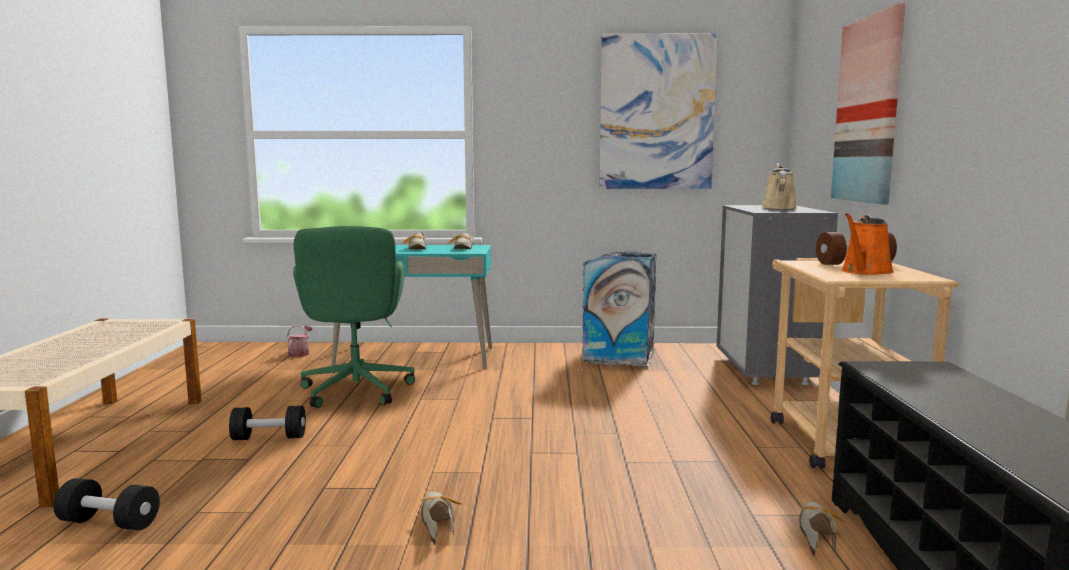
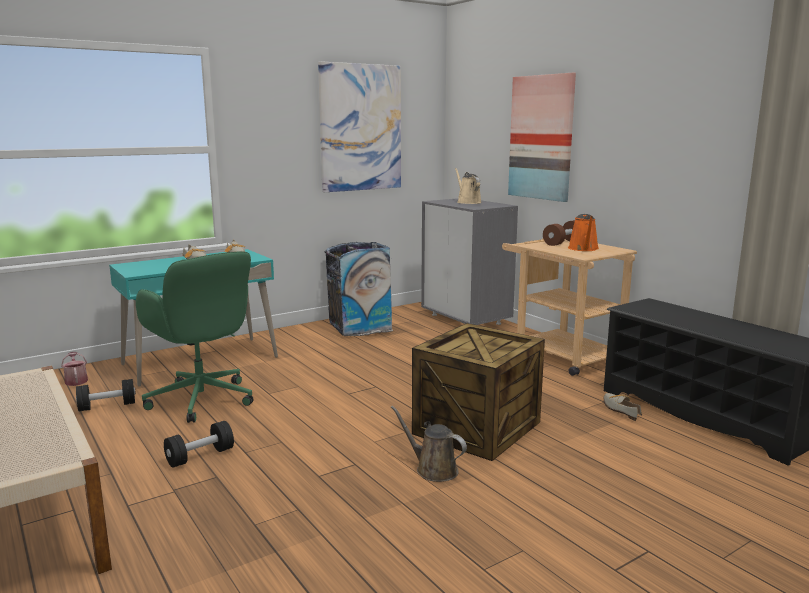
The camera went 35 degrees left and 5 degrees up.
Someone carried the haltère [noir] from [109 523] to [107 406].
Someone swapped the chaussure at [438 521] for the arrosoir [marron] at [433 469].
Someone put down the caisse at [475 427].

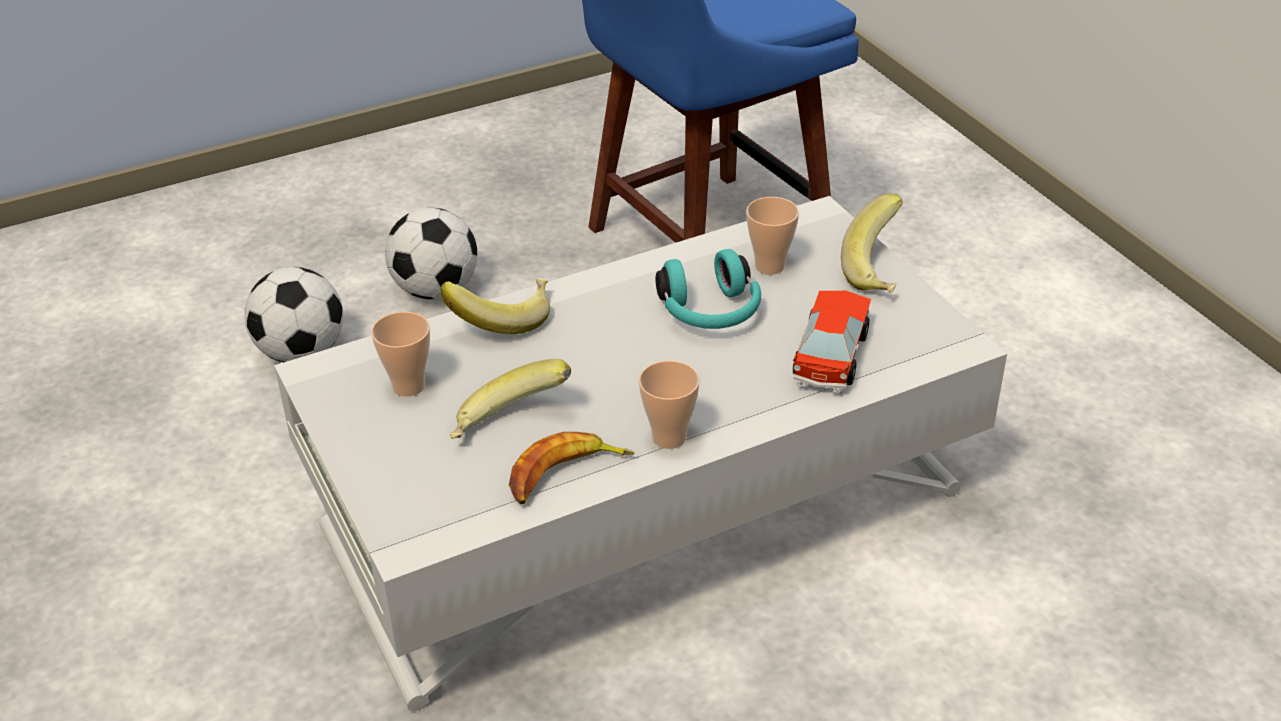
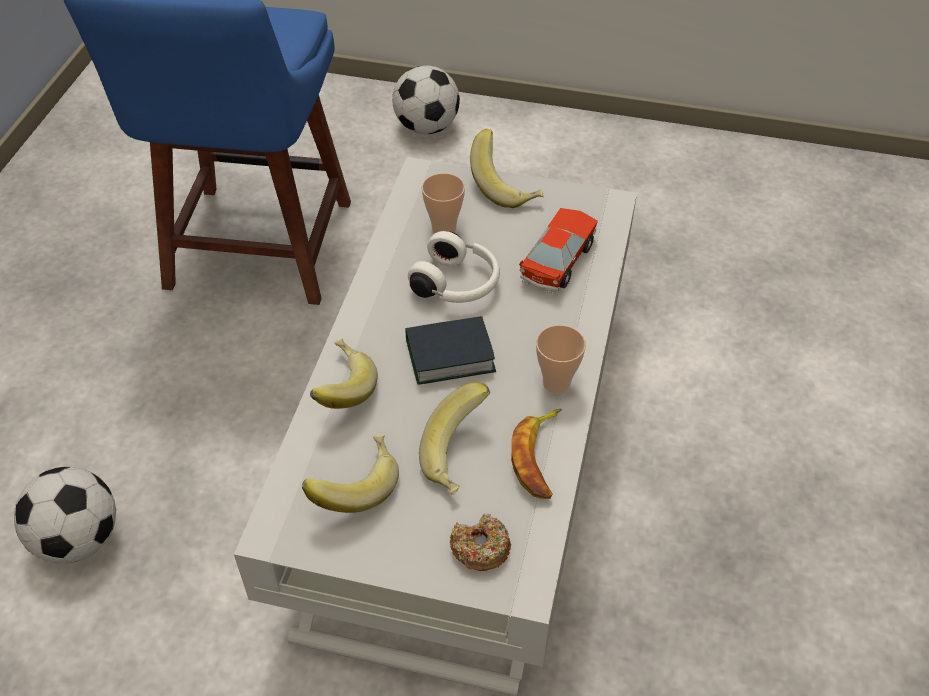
The camera went 50 degrees left and 10 degrees up.
Someone swapped the tasse at [408 386] for the banane at [354 486].
Someone carried the ballon de foot from [435 290] to [427 127].
Someone put down the livre at [449 356].
Someone repainted the casque audio [turquoise] at [710 312], which became the casque audio [blanc] at [457 284].
Someone put down the beignet at [480 548].
Someone rotated the petite voiture at [831 353] by 60 degrees clockwise.

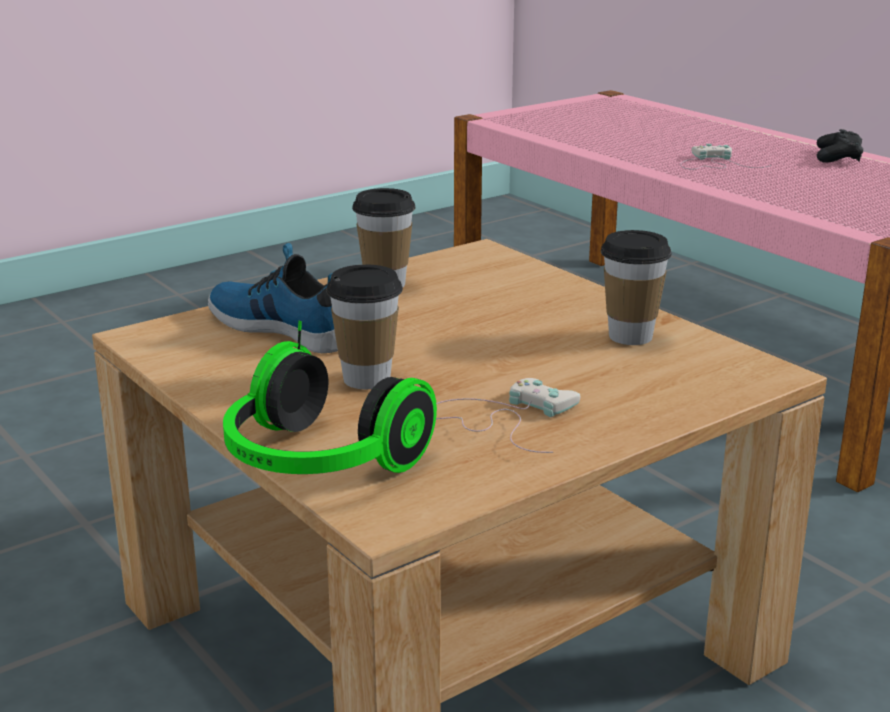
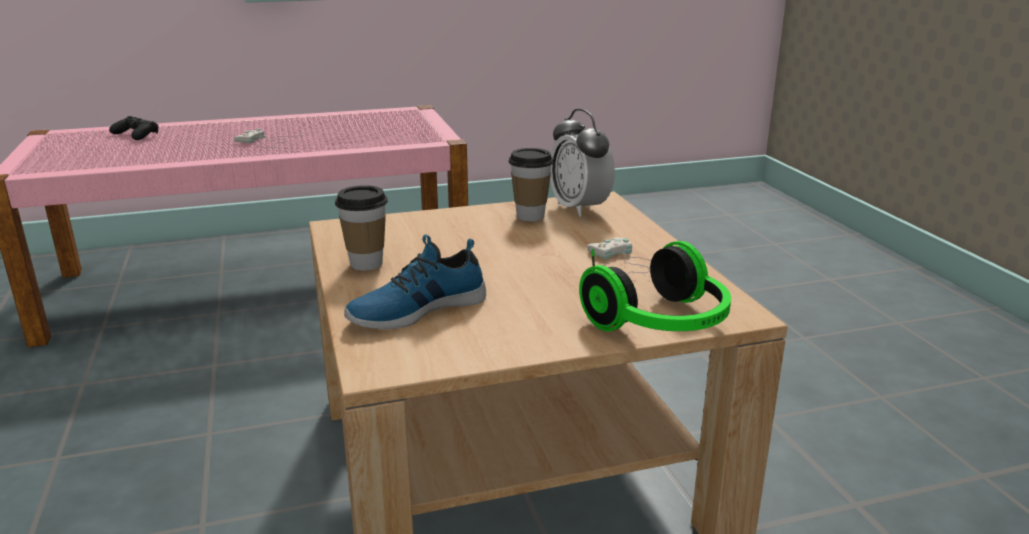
The camera went 70 degrees left and 0 degrees up.
Someone carried the manette [noir] from [838 156] to [136 135].
Someone put down the réveil at [579 208].
Someone took away the tasse at [367 379].

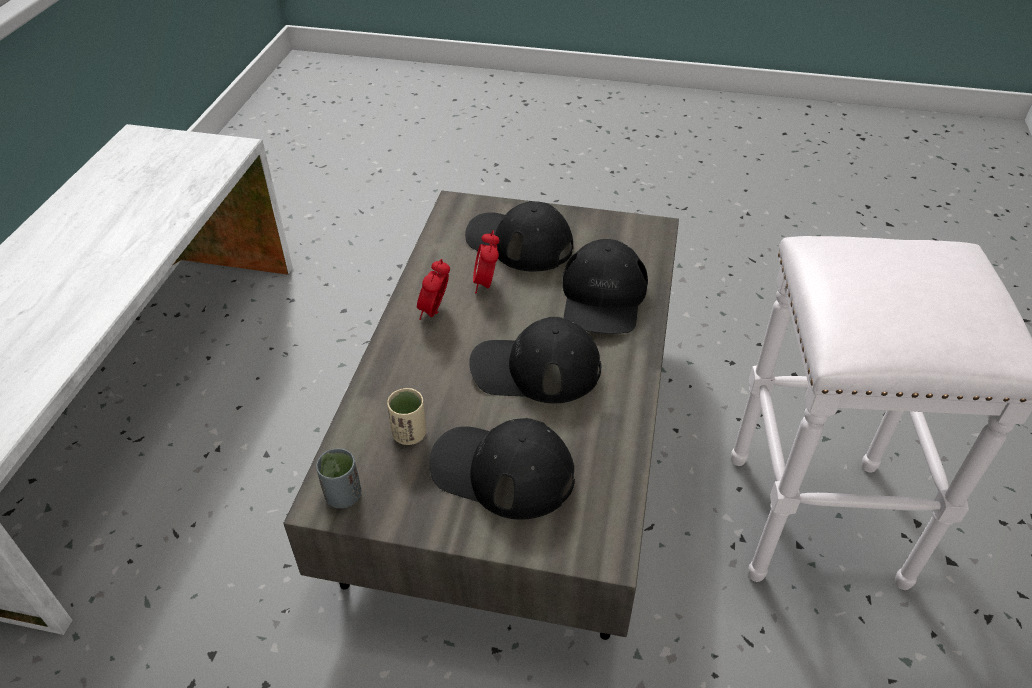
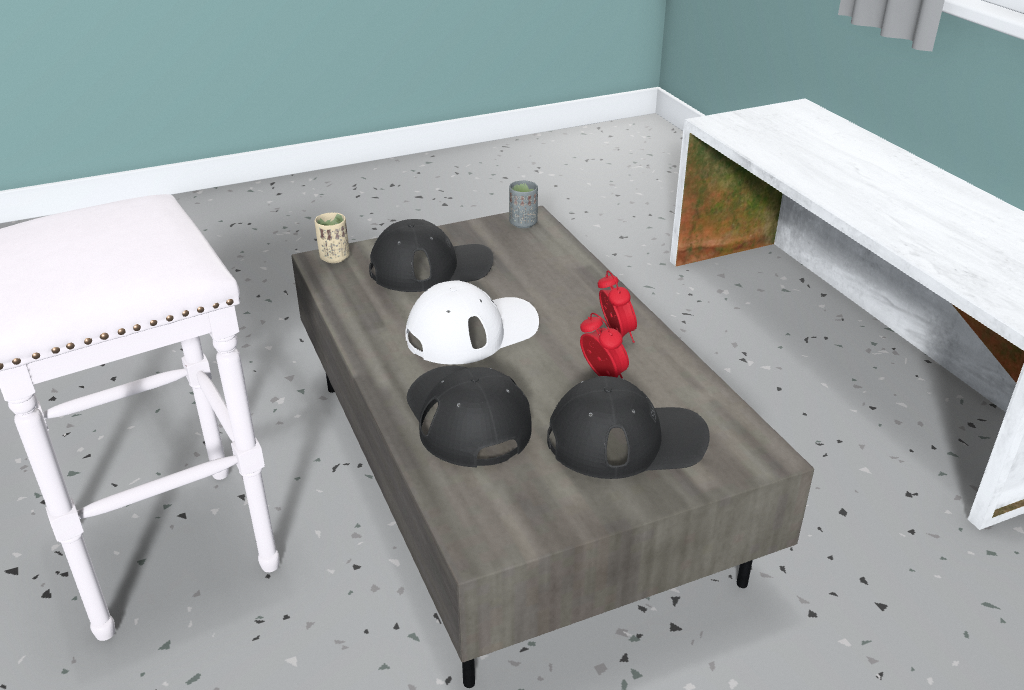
The camera went 145 degrees right and 10 degrees down.
Someone carried the tasse [beige] from [409 434] to [334 257].
Someone repainted the casquette [noir] at [535 369], which became the casquette [blanc] at [472 331].

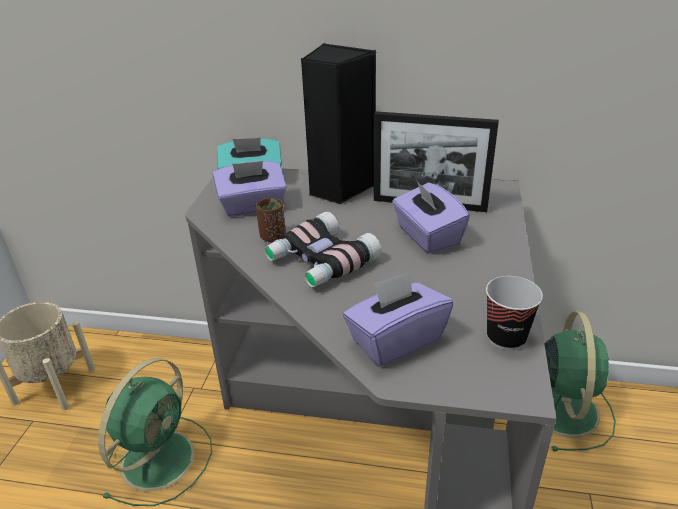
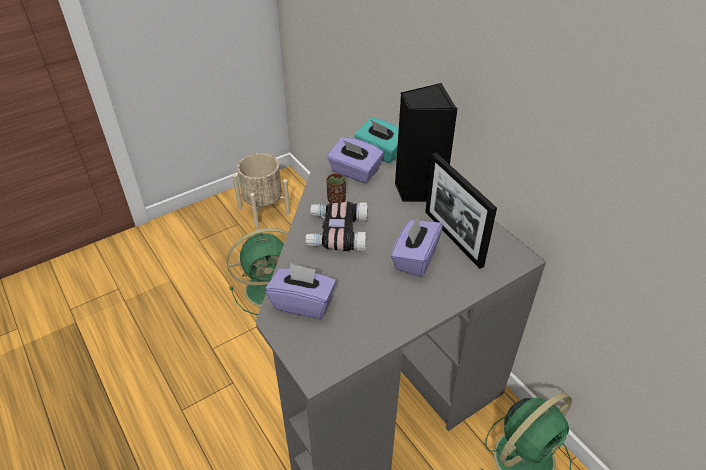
The camera went 45 degrees right and 10 degrees up.
Someone took away the tasse at [506 338].

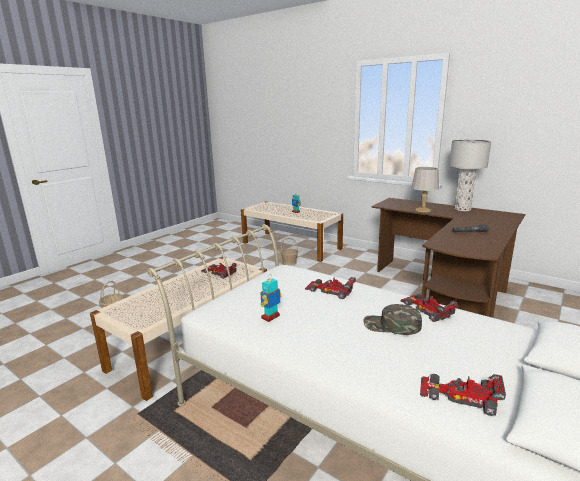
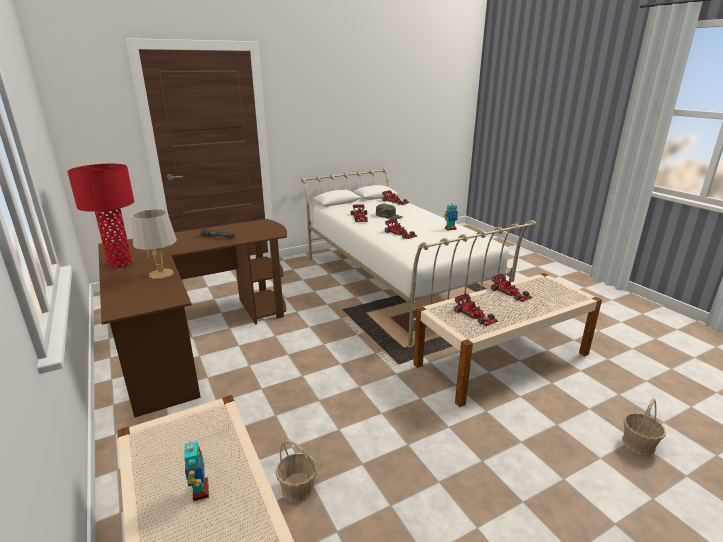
The camera went 155 degrees left and 5 degrees up.
Someone repainted the lampe de table [blanc] at [463 209], which became the lampe de table [rouge] at [119 264].
Someone put down the petite voiture at [510 292].

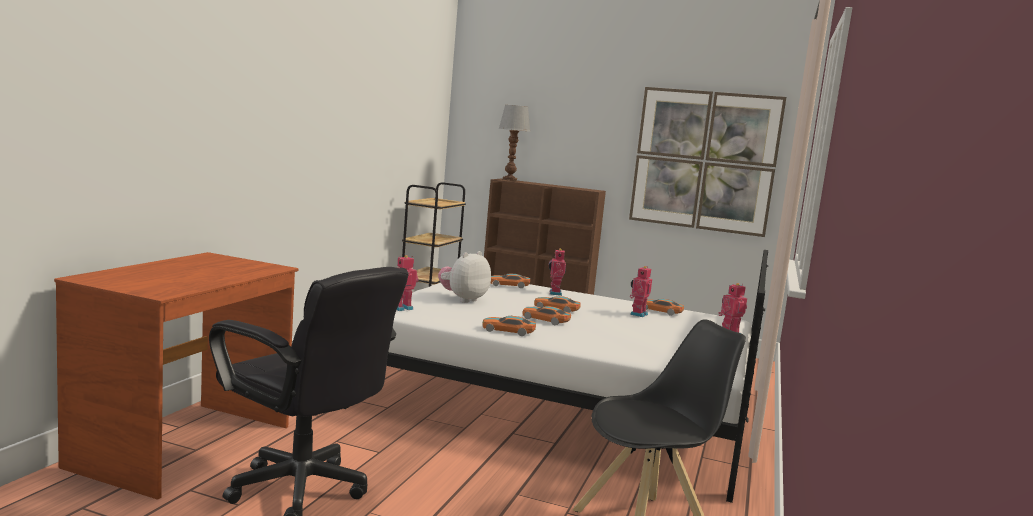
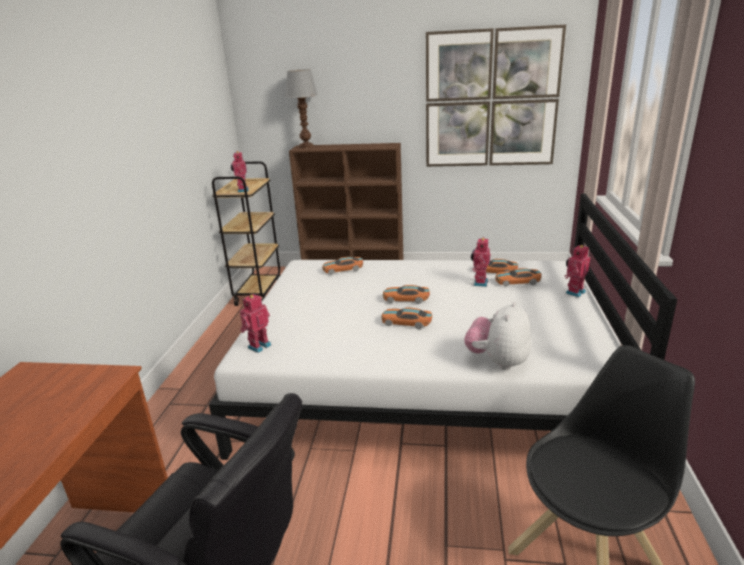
The camera went 10 degrees left and 15 degrees up.
Someone carried the robot jouet from [554 293] to [242 190].
Someone carried the peluche from [463 299] to [498 361].
Someone carried the petite voiture from [508 331] to [517 282].

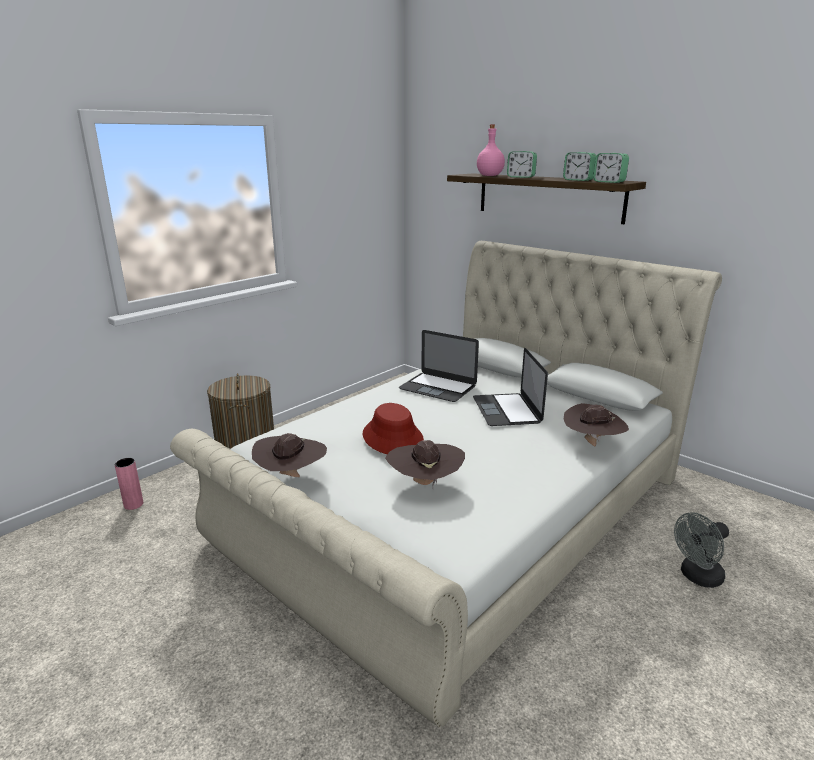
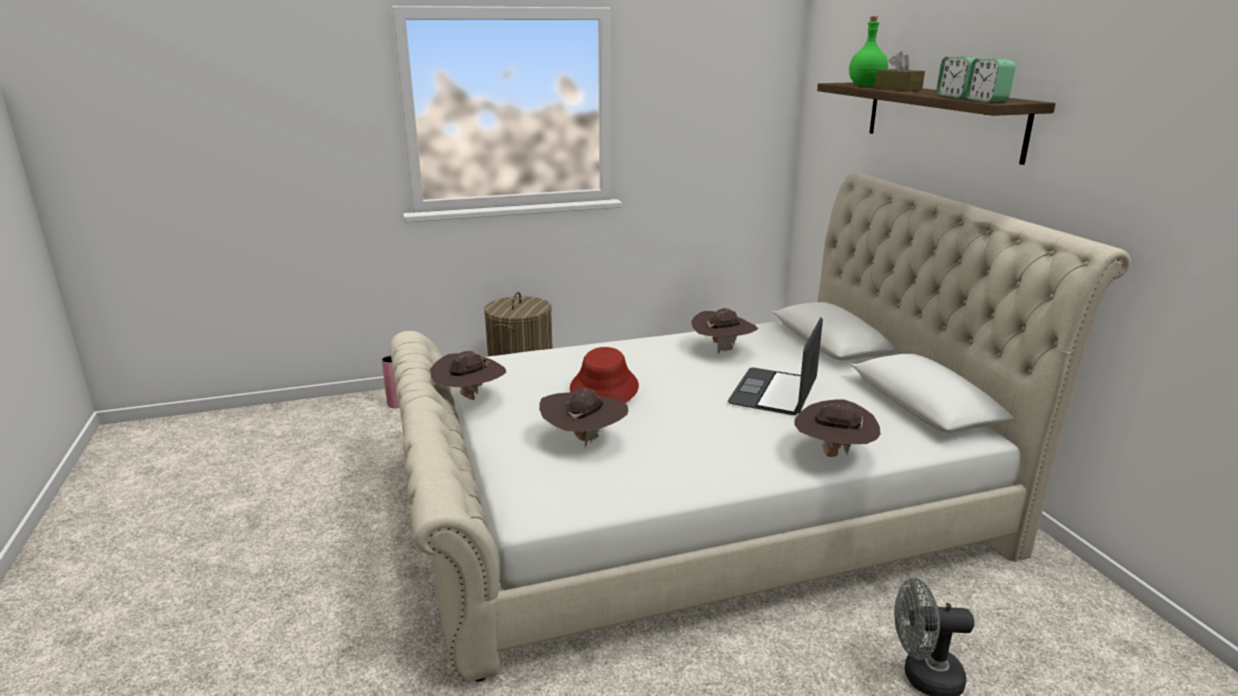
The camera went 30 degrees right and 0 degrees up.
Someone swapped the ordinateur portable at [438 387] for the chapeau [marron] at [723 350].
Someone repainted the bouteille [rose] at [489 175], which became the bouteille [vert] at [865 86].
Someone swapped the réveil at [521 177] for the boîte à mouchoirs [marron] at [898 89].

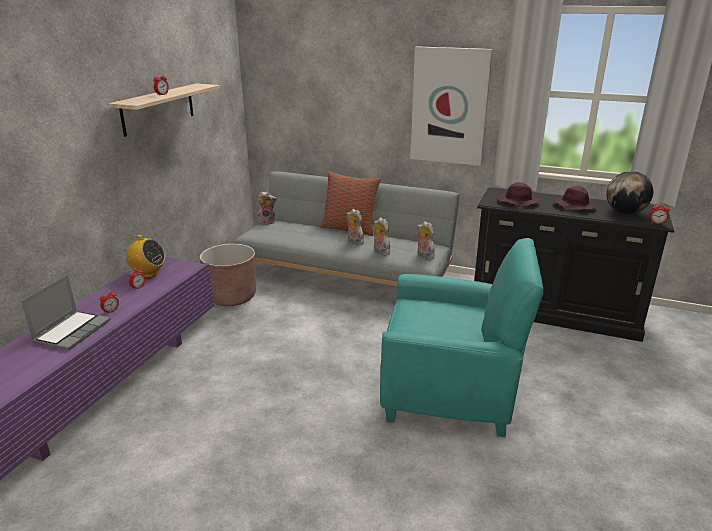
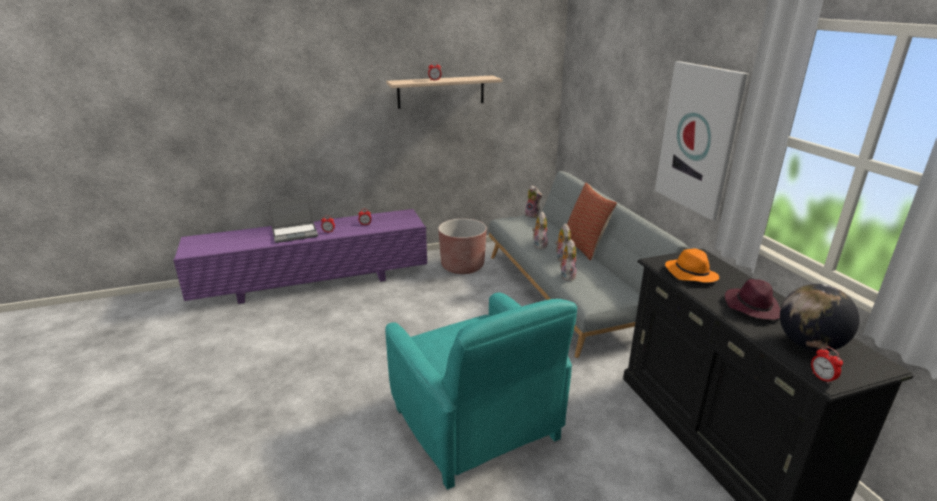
The camera went 50 degrees right and 0 degrees up.
Someone carried the peluche from [424 256] to [539 245].
Someone repainted the chapeau [violet] at [517 202], which became the chapeau [orange] at [690 274].
Someone took away the radio at [148 274].

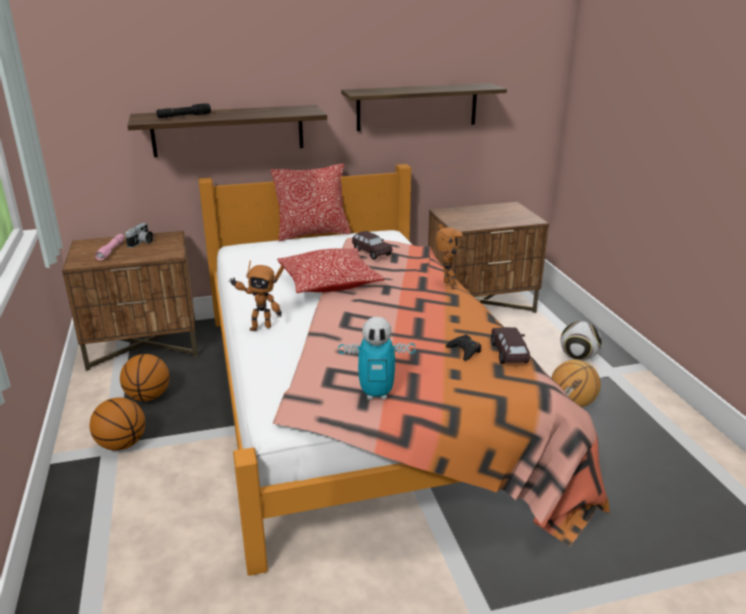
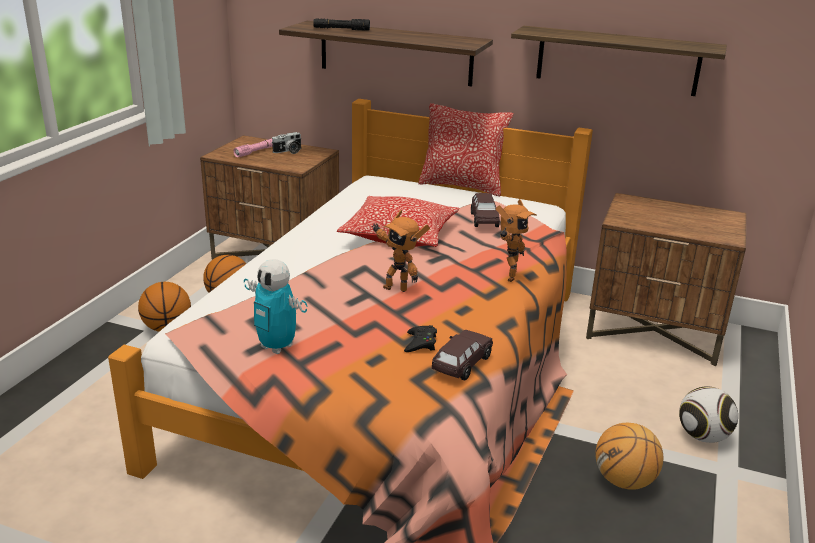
The camera went 35 degrees right and 0 degrees up.
Someone carried the robot jouet from [260 327] to [396 287].

